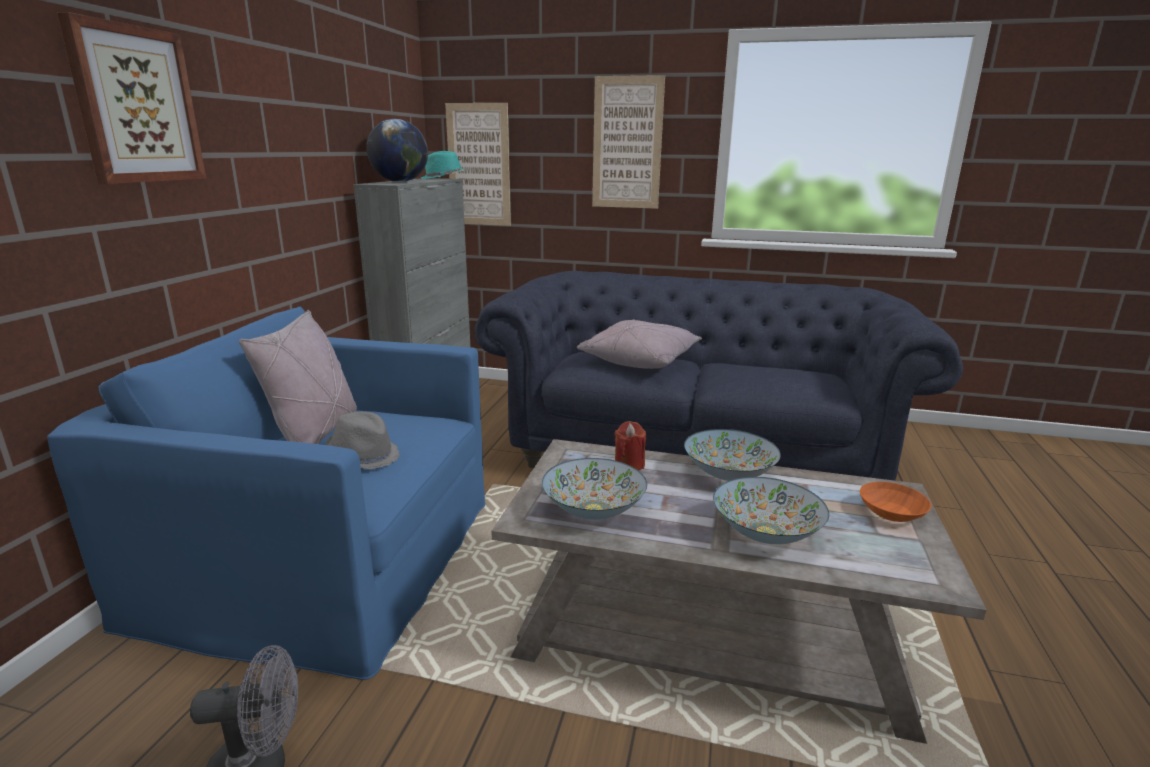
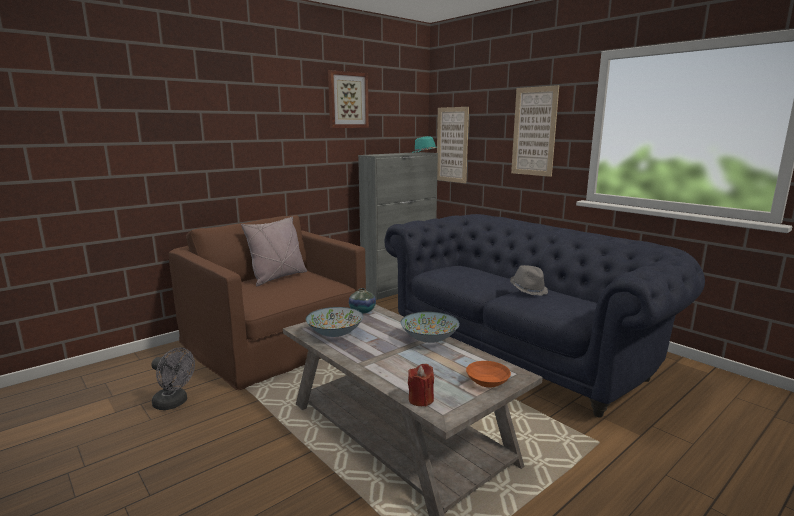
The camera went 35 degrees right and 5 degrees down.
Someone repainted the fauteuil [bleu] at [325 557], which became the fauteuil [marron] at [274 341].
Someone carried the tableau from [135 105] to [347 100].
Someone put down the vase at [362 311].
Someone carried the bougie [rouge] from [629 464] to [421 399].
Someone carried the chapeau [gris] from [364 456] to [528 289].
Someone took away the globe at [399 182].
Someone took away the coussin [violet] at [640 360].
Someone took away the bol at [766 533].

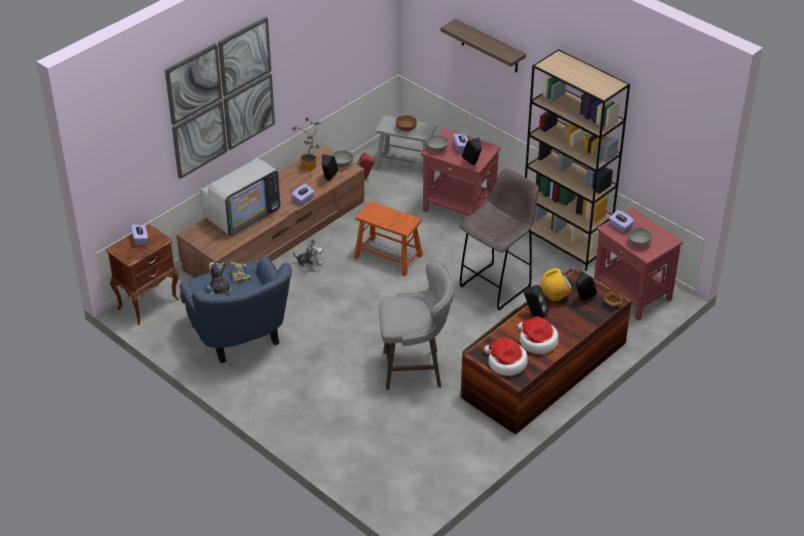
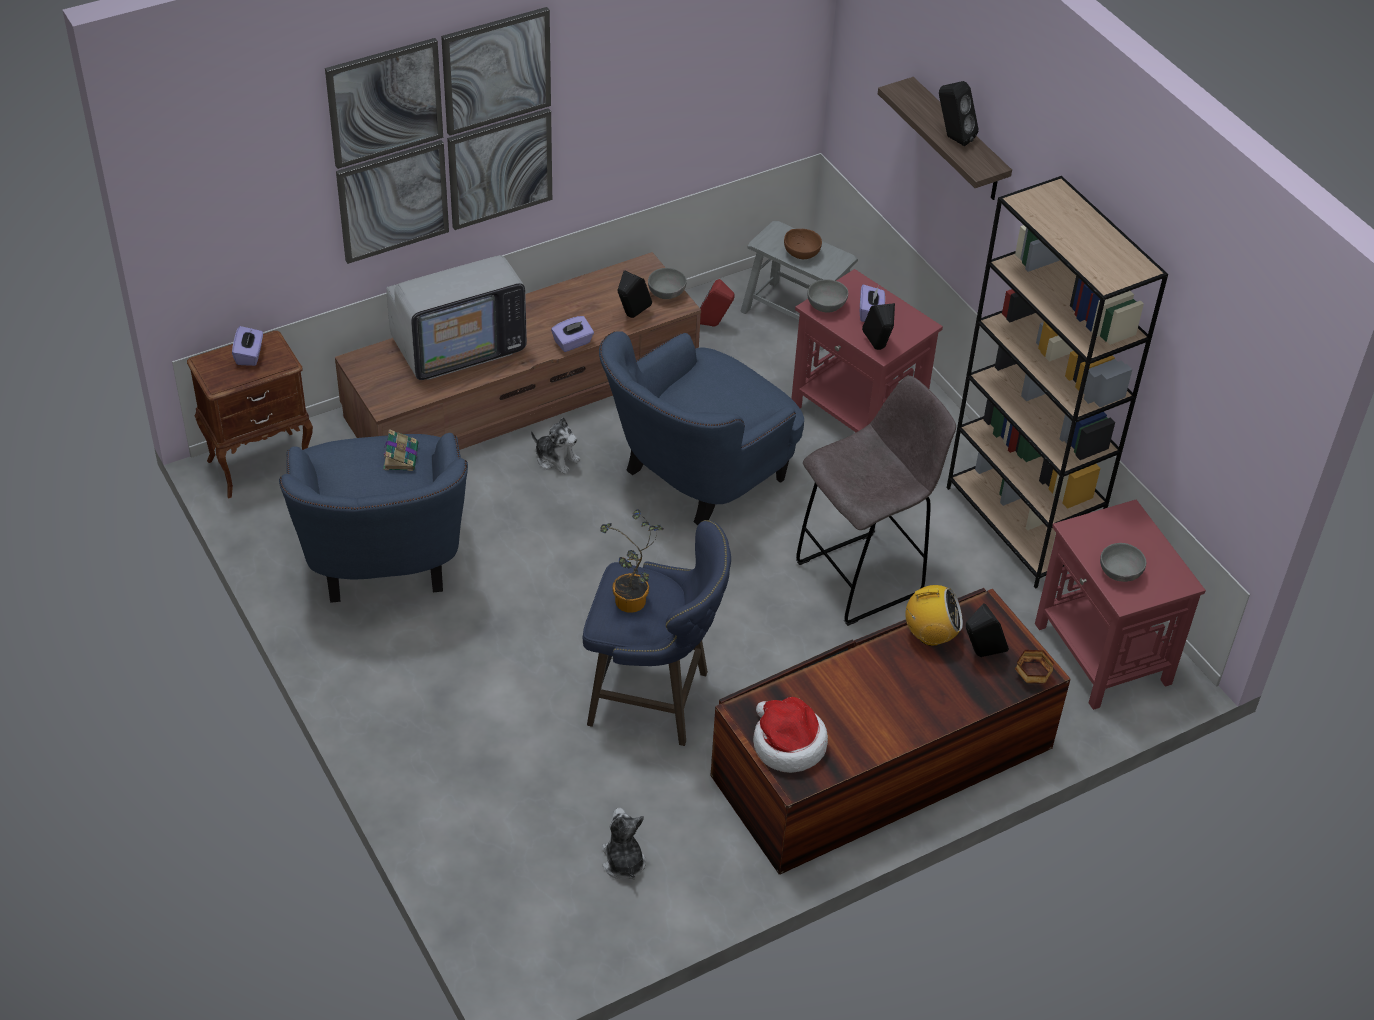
The camera went 15 degrees right and 5 degrees up.
Someone repainted the tabouret [gris] at [415 369], which became the tabouret [bleu] at [654 699].
Someone swapped the tabouret [marron] at [388 256] for the fauteuil [bleu] at [696 476].
Someone carried the plante en pot from [309 167] to [631 605].
Someone carried the peluche from [219 290] to [623 862].
Someone carried the enceinte [noir] from [534 315] to [952 138].
Someone took away the chapeau at [537 341].
Someone took away the boîte à mouchoirs [violet] at [620 227].

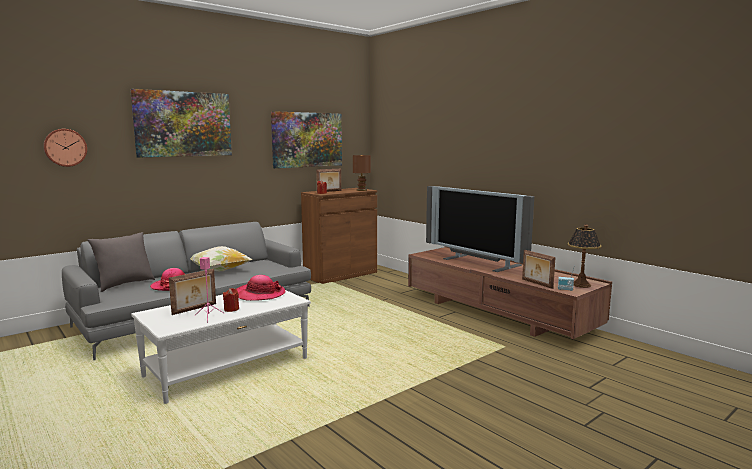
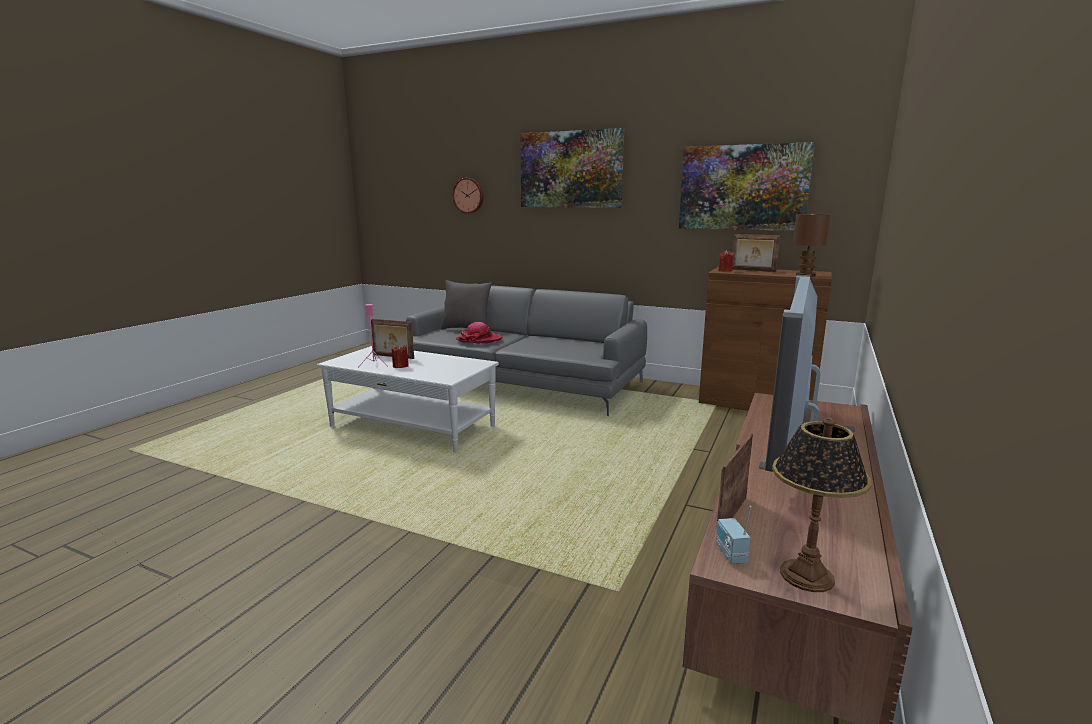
The camera went 65 degrees right and 5 degrees up.
Someone took away the coussin at [220 271].
Someone took away the chapeau at [259 294].

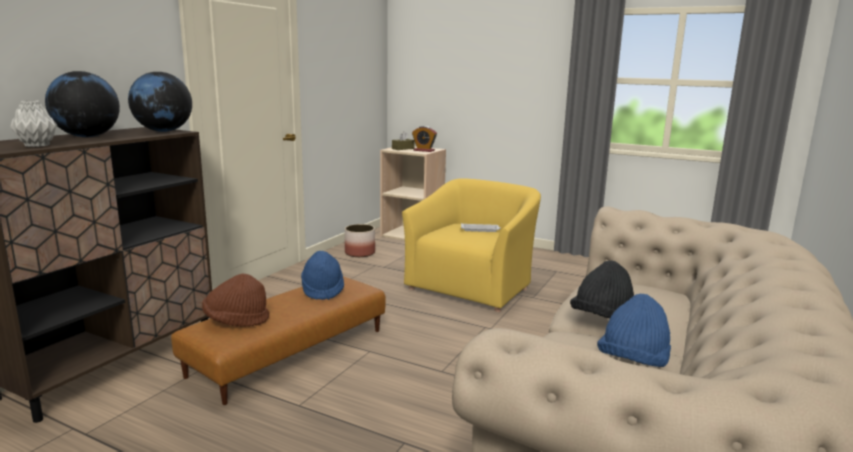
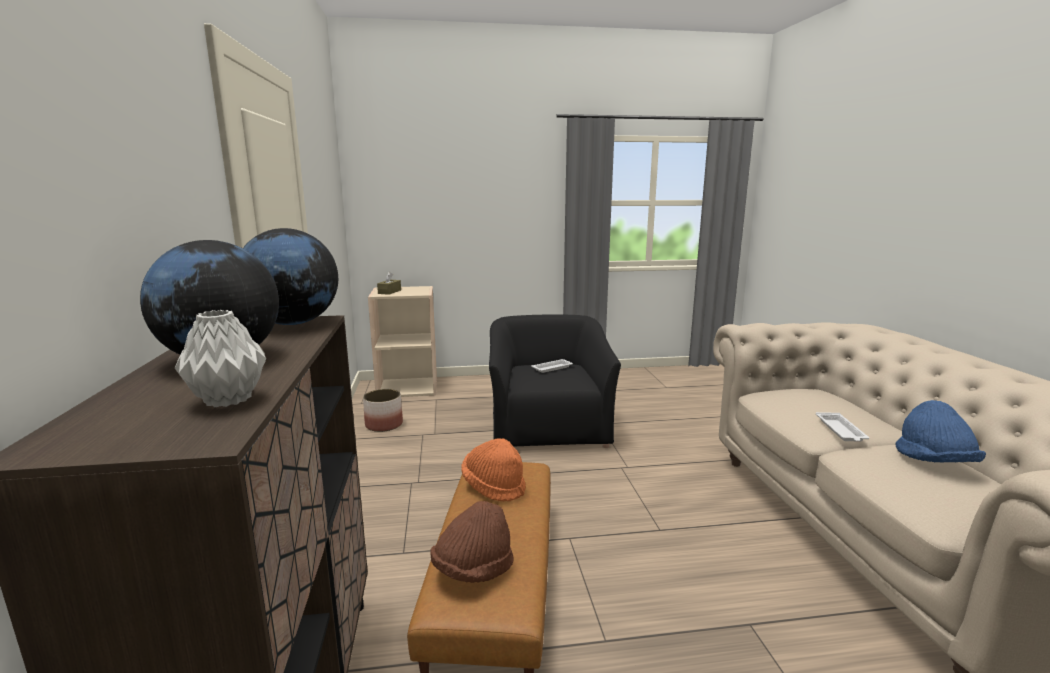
The camera went 35 degrees left and 0 degrees up.
Someone repainted the chapeau [bleu] at [322 290], which became the chapeau [orange] at [494 486].
Someone repainted the fauteuil [jaune] at [471 286], which became the fauteuil [noir] at [548 429].
Someone swapped the chapeau [noir] at [601 319] for the plateau [blanc] at [841 431].
Someone took away the réveil at [424 150].

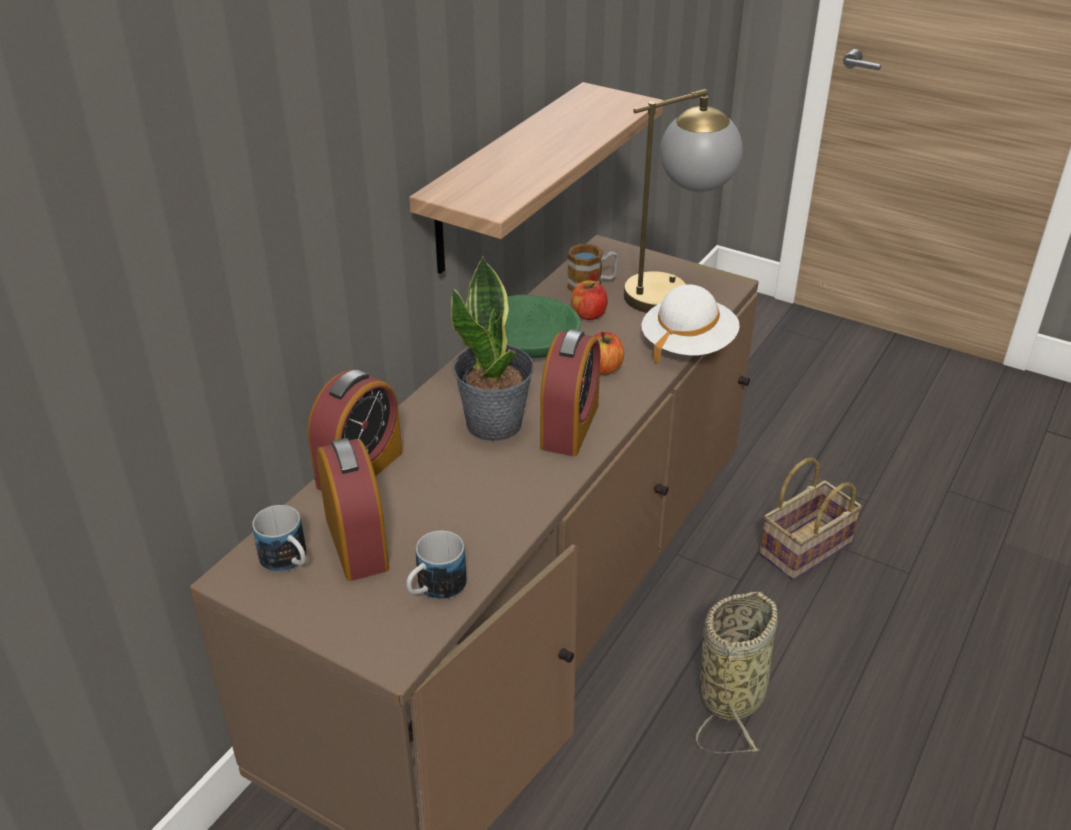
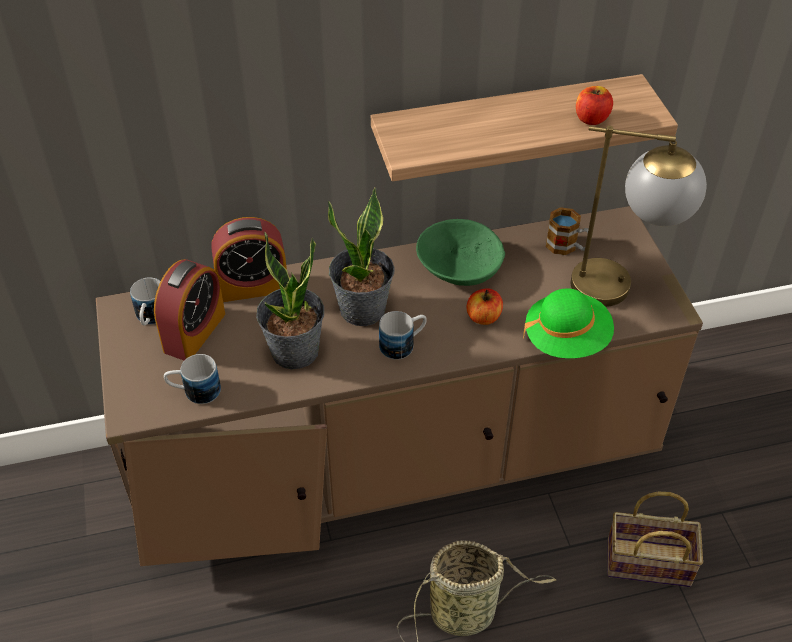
The camera went 45 degrees right and 10 degrees up.
Someone put down the plante en pot at [295 352].
Someone swapped the réveil at [569 426] for the mug at [403 344].
Someone repainted the chapeau [blanc] at [687 345], which became the chapeau [vert] at [566 339].
Someone carried the pomme from [588 314] to [591 118].

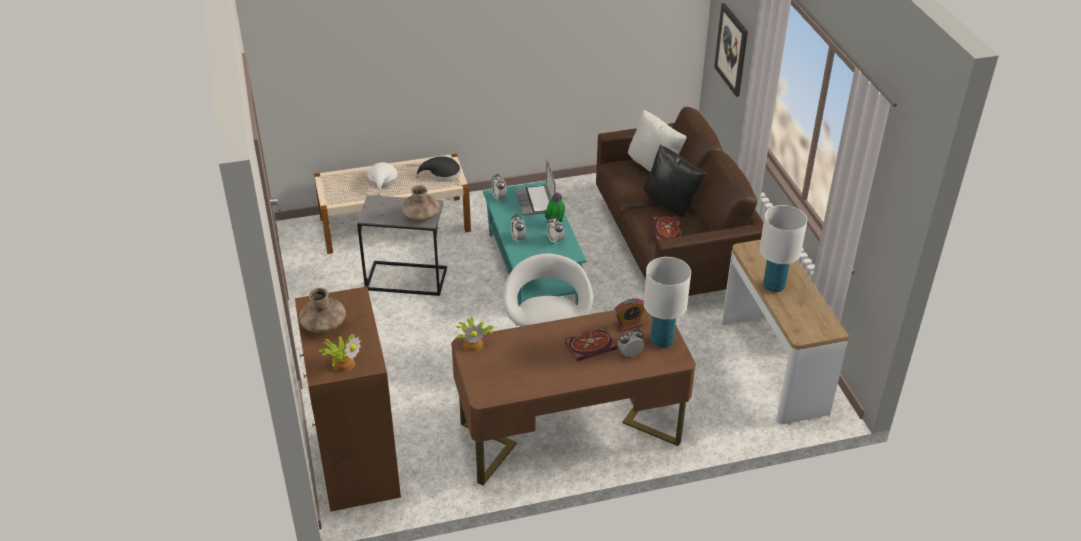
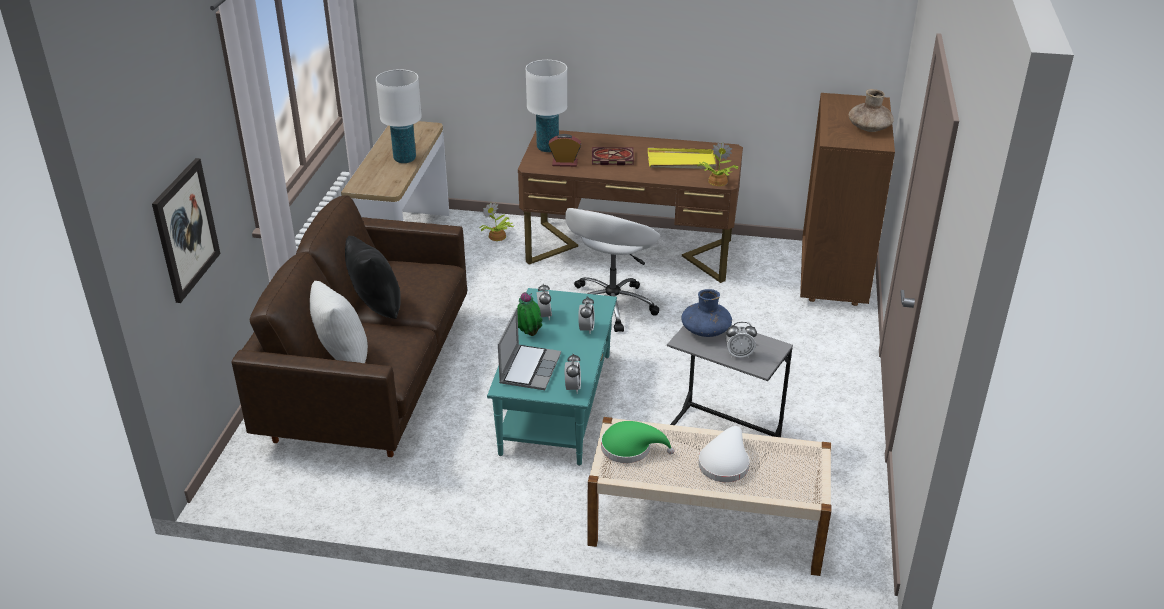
The camera went 155 degrees left and 5 degrees down.
Someone carried the plante en pot from [343 363] to [497 237].
Someone repainted the chapeau [noir] at [442 174], which became the chapeau [vert] at [630 448].
Someone put down the plateau [jaune] at [681 161].
Someone repainted the vase [marron] at [421 215], which became the vase [bleu] at [705 330].
Someone carried the réveil from [630 354] to [739 355].
Someone took away the livre at [667 231].

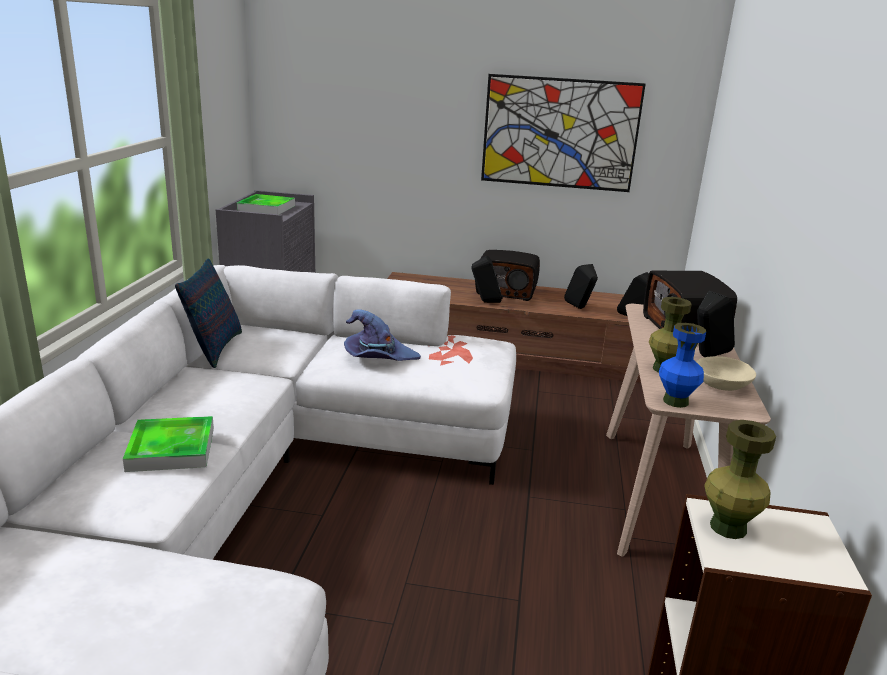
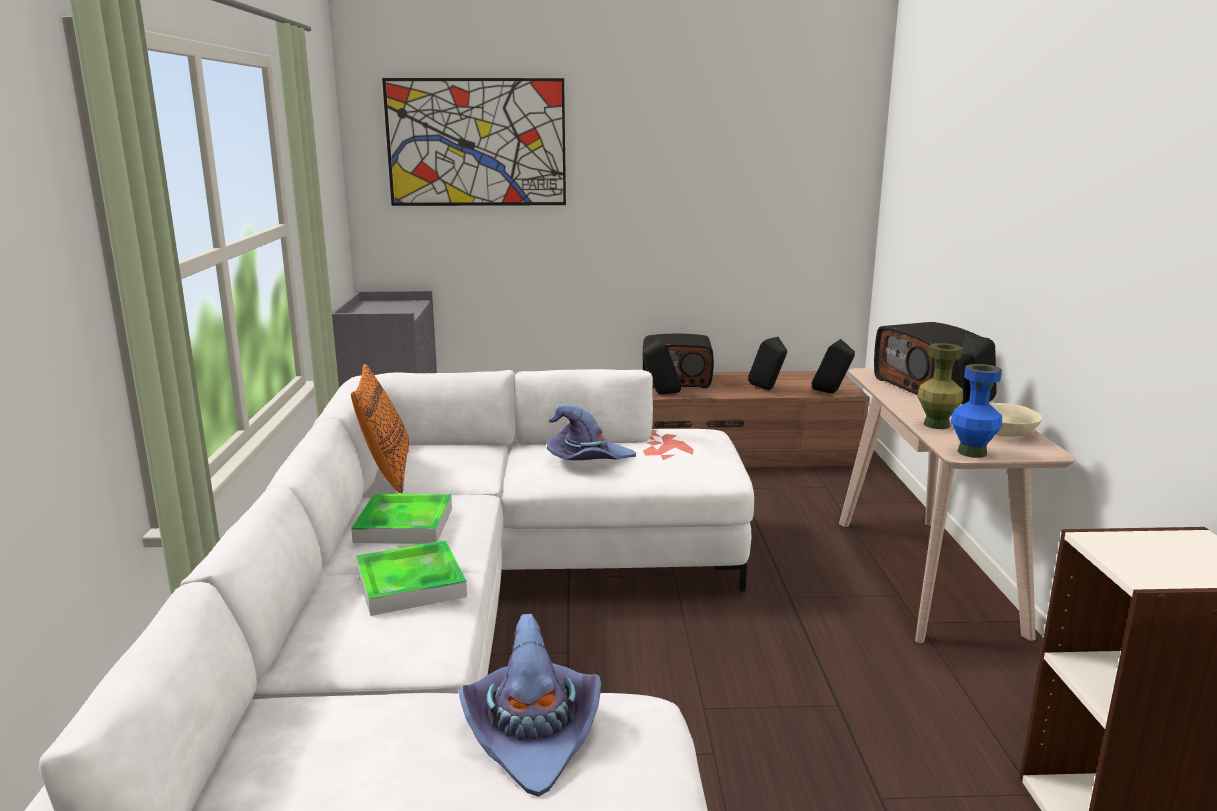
The camera went 10 degrees left and 5 degrees down.
Someone repainted the coussin [bleu] at [215 349], which became the coussin [orange] at [387 473].
Someone carried the plateau from [266 208] to [404 525].
Someone carried the tableau from [560 133] to [476 143].
Someone put down the chapeau [violet] at [533 732].
Someone took away the vase [vert] at [728 527].

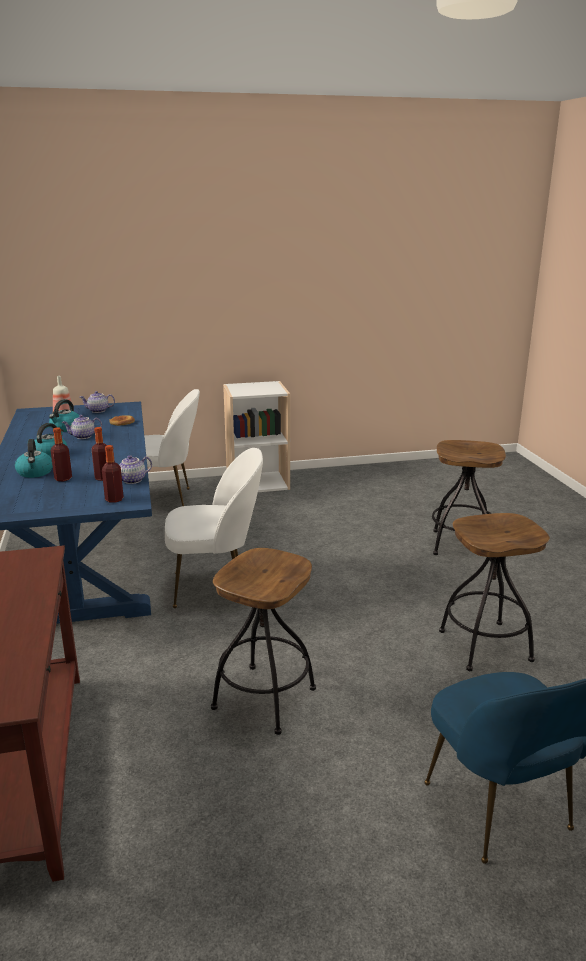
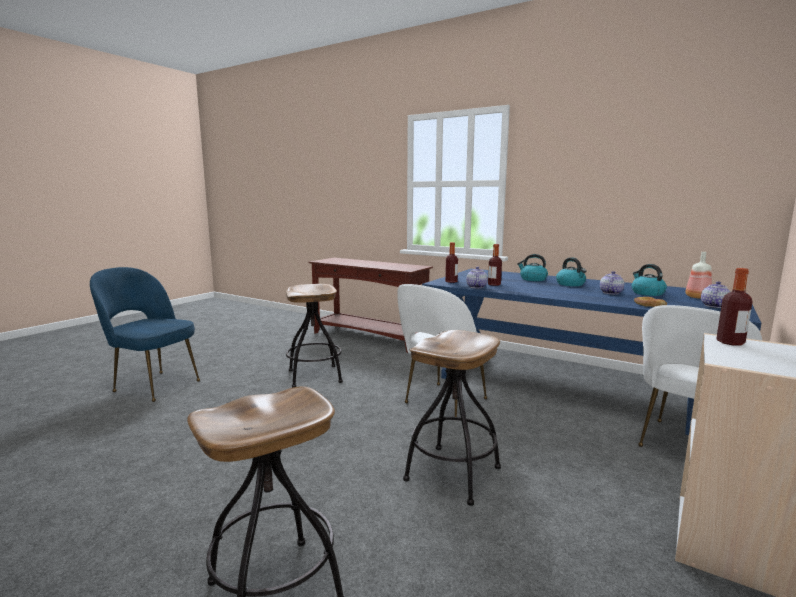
The camera went 135 degrees right and 10 degrees down.
Someone carried the tabouret [marron] from [485 645] to [452 473].
Someone carried the bouteille from [63 478] to [730 342].

